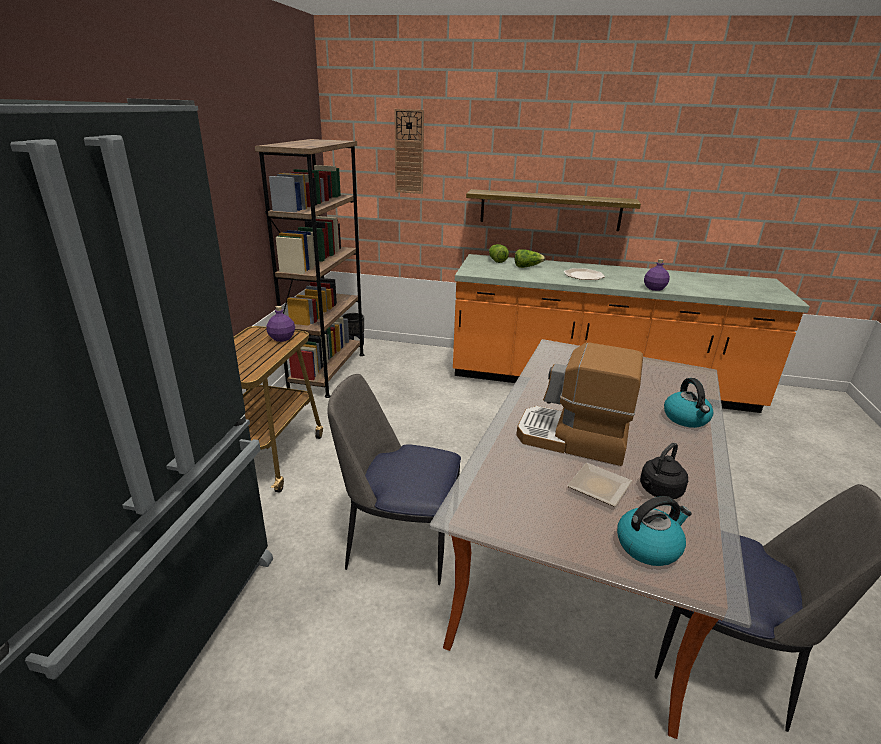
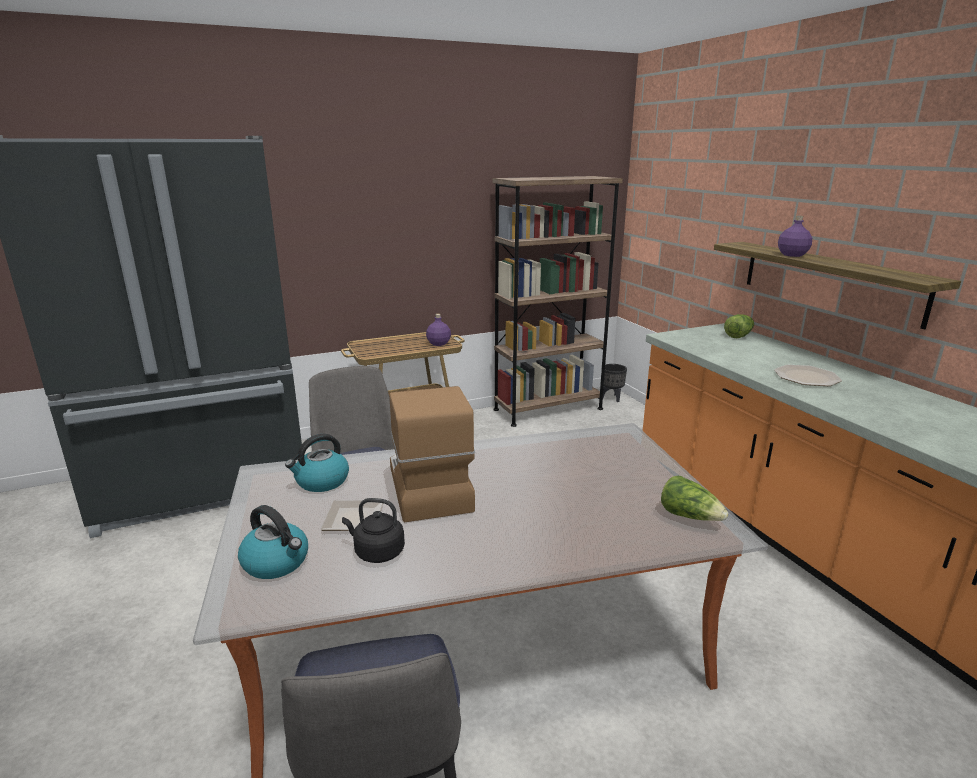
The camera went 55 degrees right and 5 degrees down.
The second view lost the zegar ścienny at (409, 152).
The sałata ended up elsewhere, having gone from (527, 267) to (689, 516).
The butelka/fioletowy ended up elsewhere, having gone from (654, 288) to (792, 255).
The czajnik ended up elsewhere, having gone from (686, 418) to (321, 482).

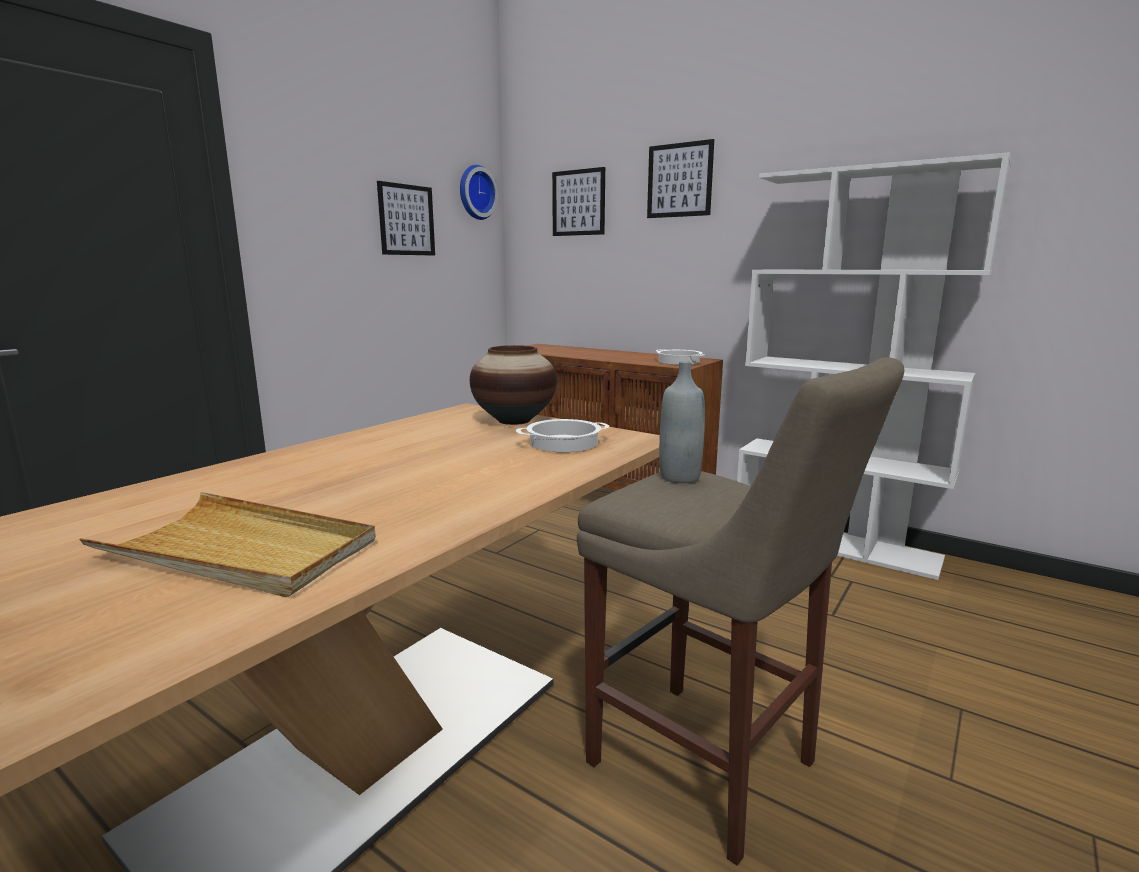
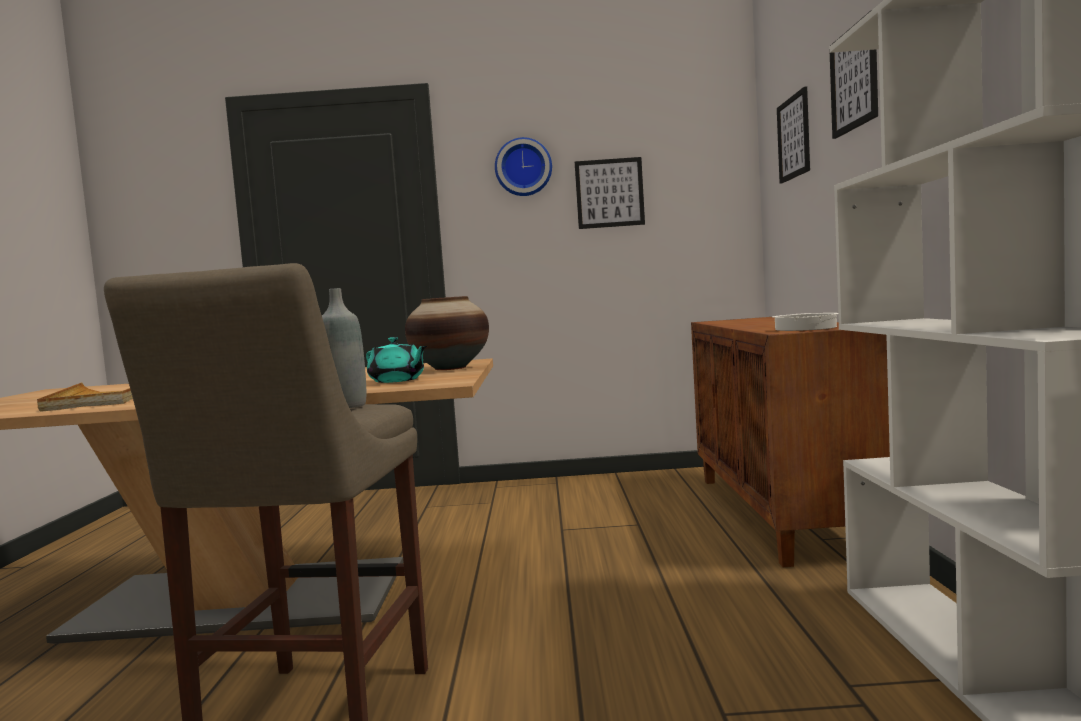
The camera went 55 degrees right and 10 degrees down.
The zegar ścienny ended up elsewhere, having gone from (475, 192) to (523, 167).
Where the garnek stood at (564, 443), the imbryk/turkusowy came to stand at (397, 380).

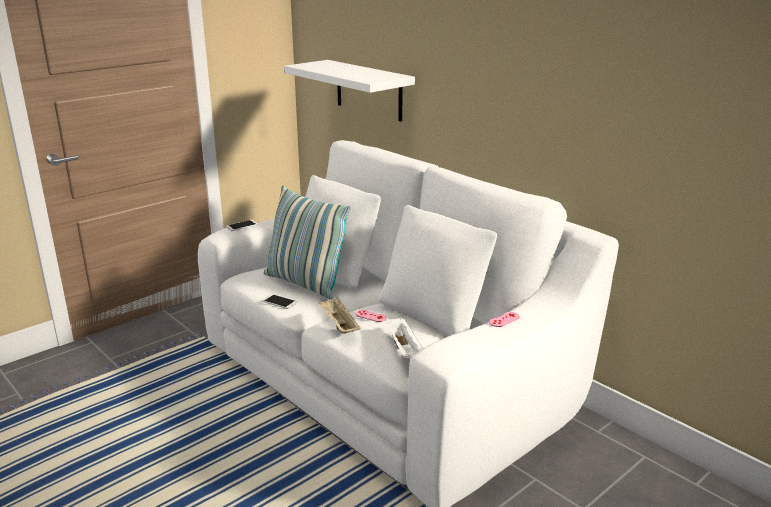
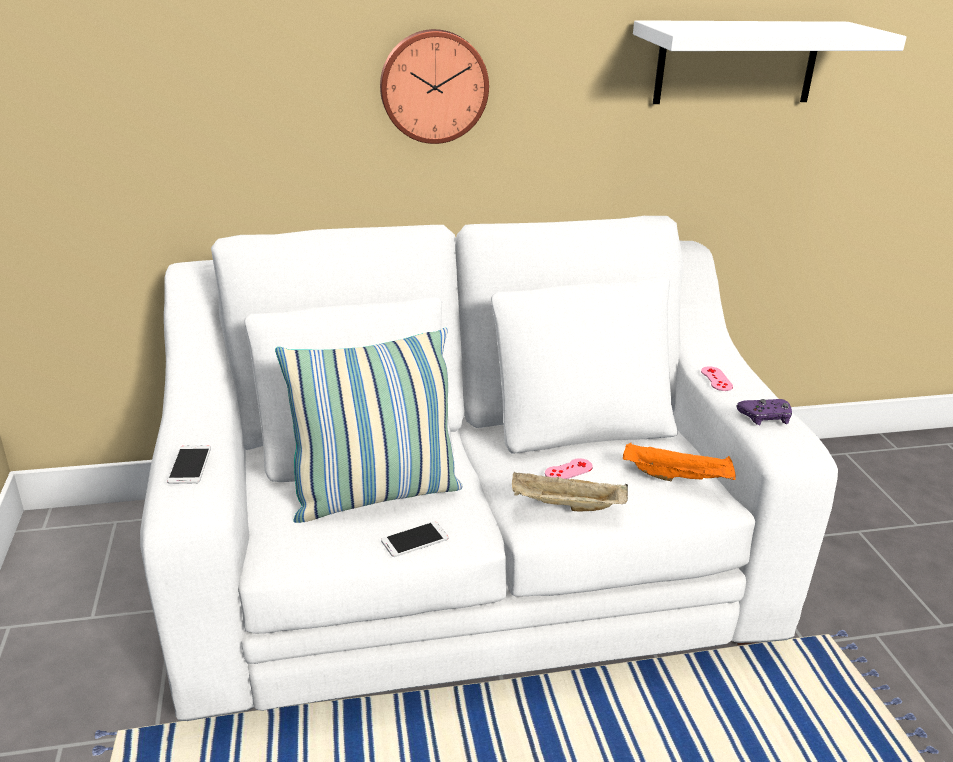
The camera went 60 degrees left and 5 degrees up.
The półka/biały ended up elsewhere, having gone from (369, 90) to (736, 62).
What was the taca/biały at (405, 349) turned into the taca/pomarańczowy at (678, 477).
The second view gained the zegar ścienny at (433, 86).
The second view gained the pad do gier/fioletowy at (765, 417).

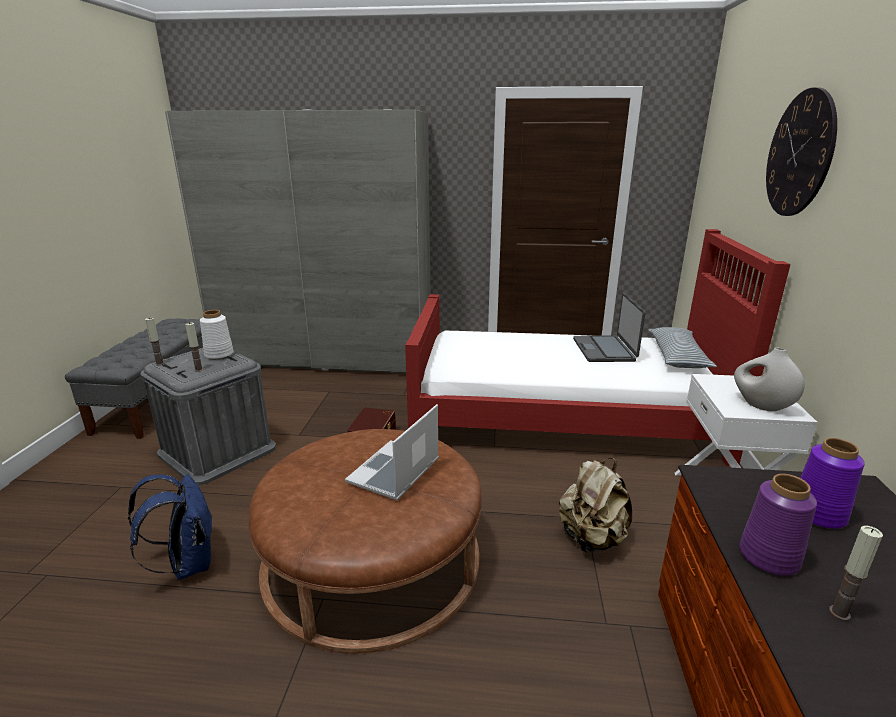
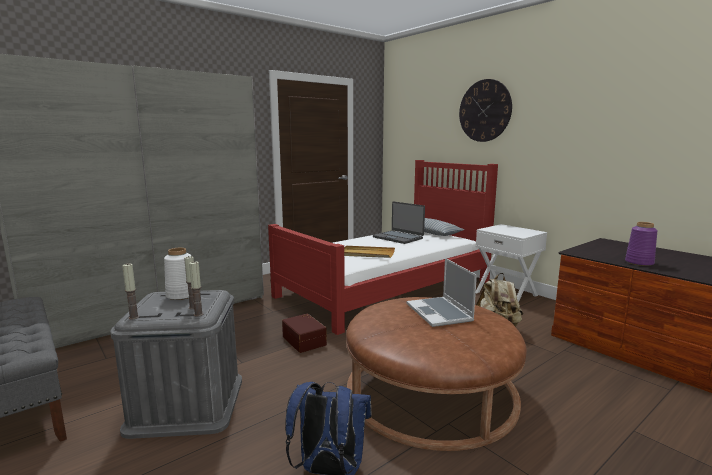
The camera went 45 degrees left and 10 degrees down.
The second view lost the wazon/biały at (761, 406).
The second view lost the wazon/fioletowy at (818, 514).
The świeca ended up elsewhere, having gone from (839, 613) to (198, 314).
The second view gained the taca/beżowy at (366, 254).

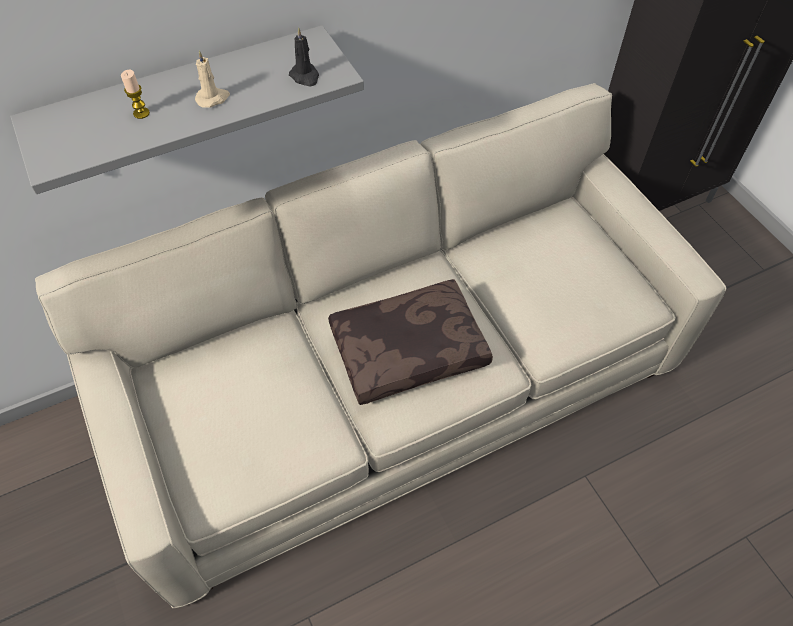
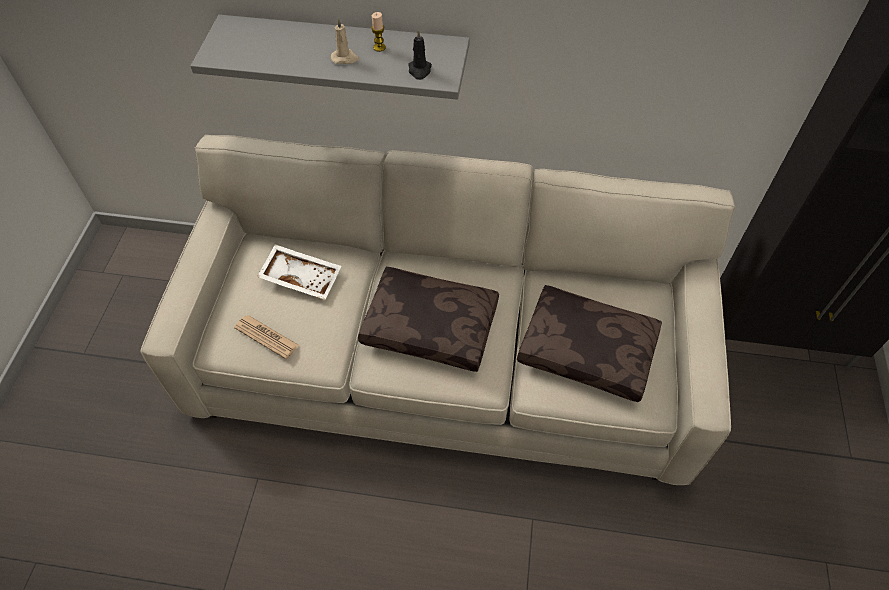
The camera went 35 degrees right and 0 degrees up.
The świeca ended up elsewhere, having gone from (141, 113) to (379, 47).
The second view gained the taca/biały at (302, 276).
The second view gained the poduszka/brązowy at (588, 349).
The second view gained the gazeta at (266, 337).

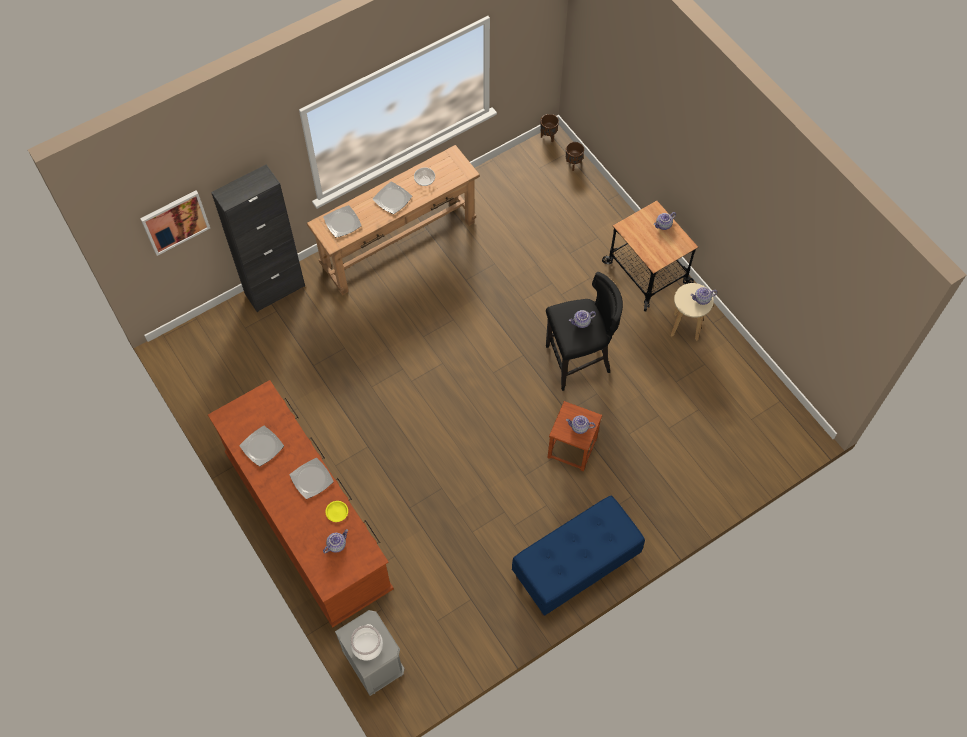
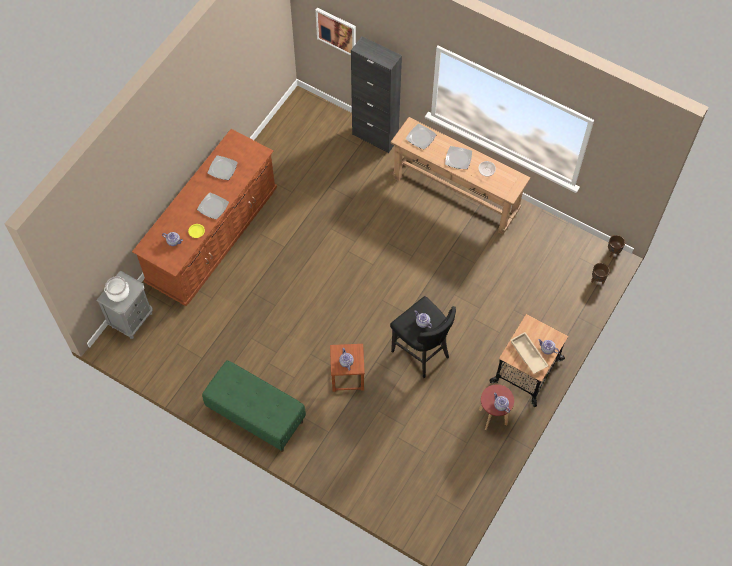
The camera went 65 degrees right and 0 degrees up.
What was the stołek/beżowy at (686, 327) turned into the stołek/czerwony at (493, 417).
What was the ławka/niebieski at (575, 567) turned into the ławka/zielony at (255, 415).
The second view gained the taca/beżowy at (527, 355).

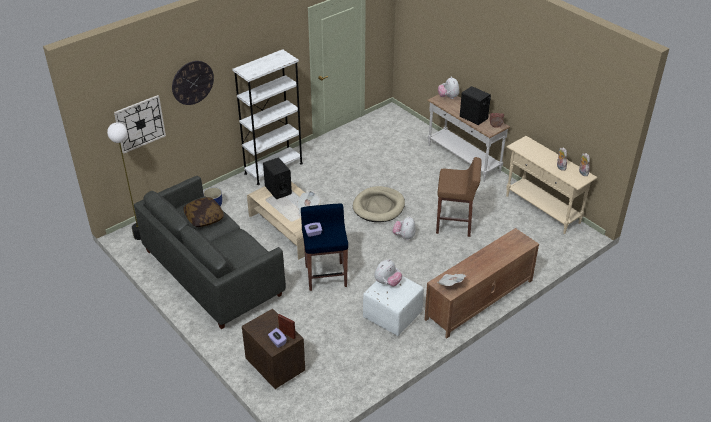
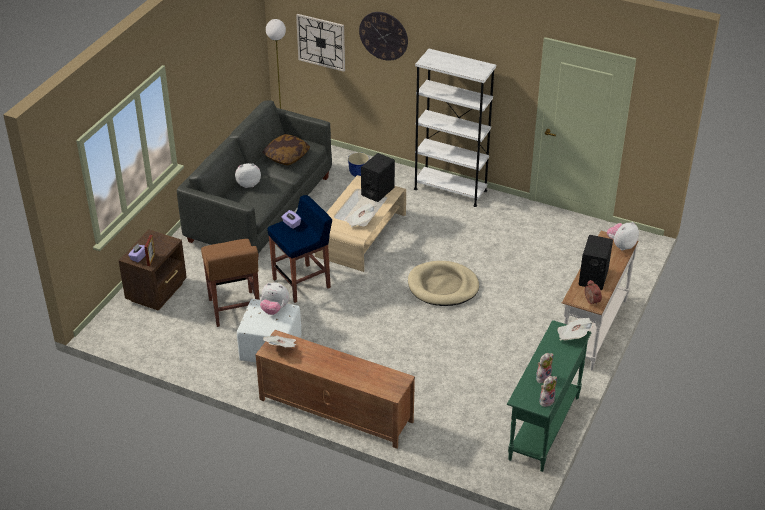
The camera went 65 degrees right and 0 degrees up.
What was the stolik konsolowy/beżowy at (542, 209) turned into the stolik konsolowy/zielony at (543, 428).
The stołek/brązowy ended up elsewhere, having gone from (455, 224) to (234, 309).
The pluszak ended up elsewhere, having gone from (404, 236) to (248, 184).
The second view gained the gazeta at (573, 335).

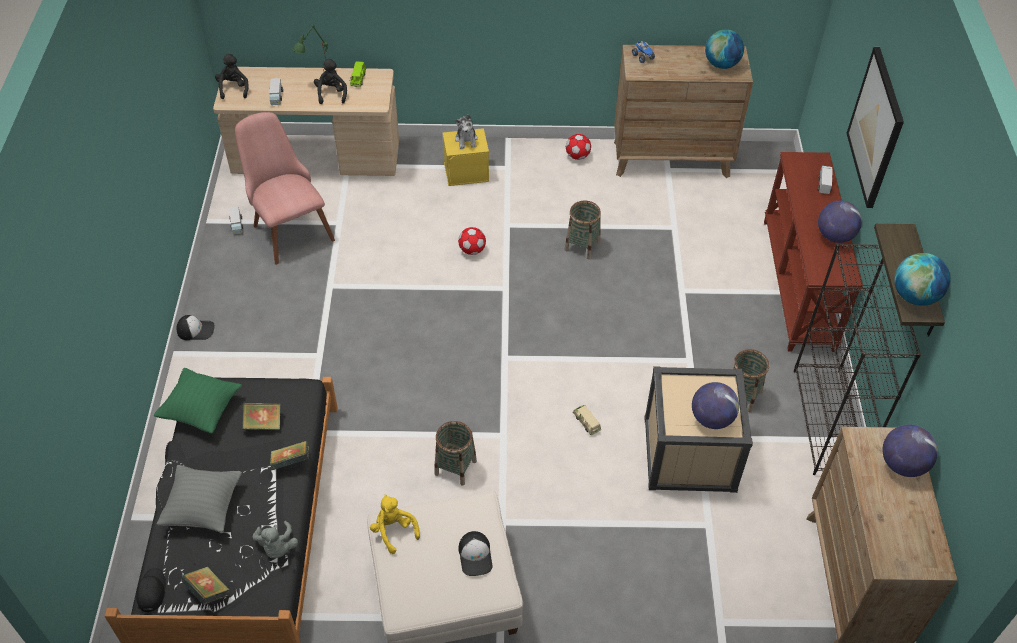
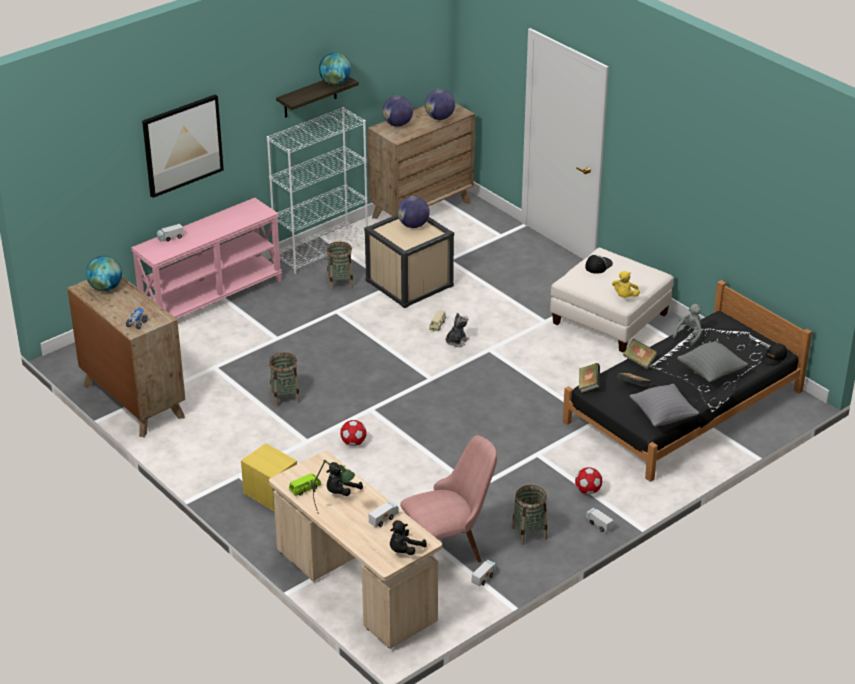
The camera went 130 degrees left and 15 degrees down.
The krzesło/różowy at (288, 226) ended up facing another way, 135 degrees counterclockwise from before.
The pluszak ended up elsewhere, having gone from (466, 140) to (456, 341).
The piłka futbolowa ended up elsewhere, having gone from (577, 156) to (588, 491).
What was the stolik konsolowy/brązowy at (799, 284) turned into the stolik konsolowy/różowy at (211, 298).
The globus ended up elsewhere, having gone from (834, 236) to (439, 118).
What was the regał/czarny at (827, 422) turned into the regał/biały at (321, 250).
Where the czapka z daszkiem stood at (196, 330), the ciężarówka zabawkowa came to stand at (598, 524).
What was the poduszka/zielony at (201, 410) turned into the poduszka/szary at (663, 416).
The koszyk ended up elsewhere, having gone from (455, 467) to (529, 533).
The książka ended up elsewhere, having gone from (208, 591) to (588, 385).

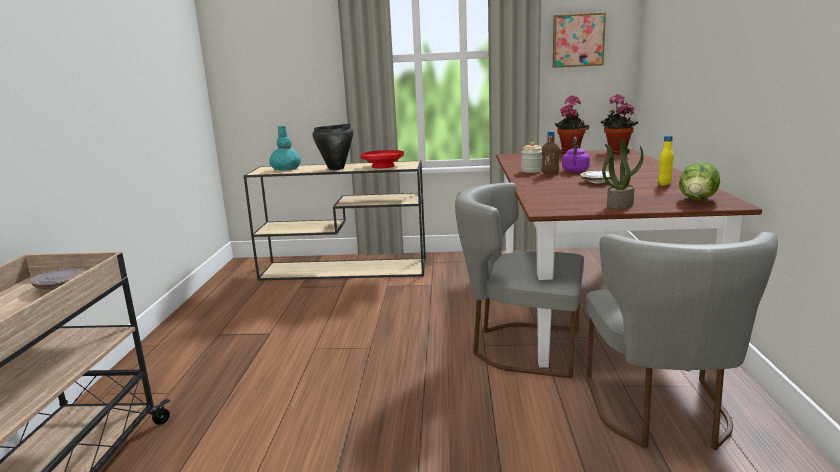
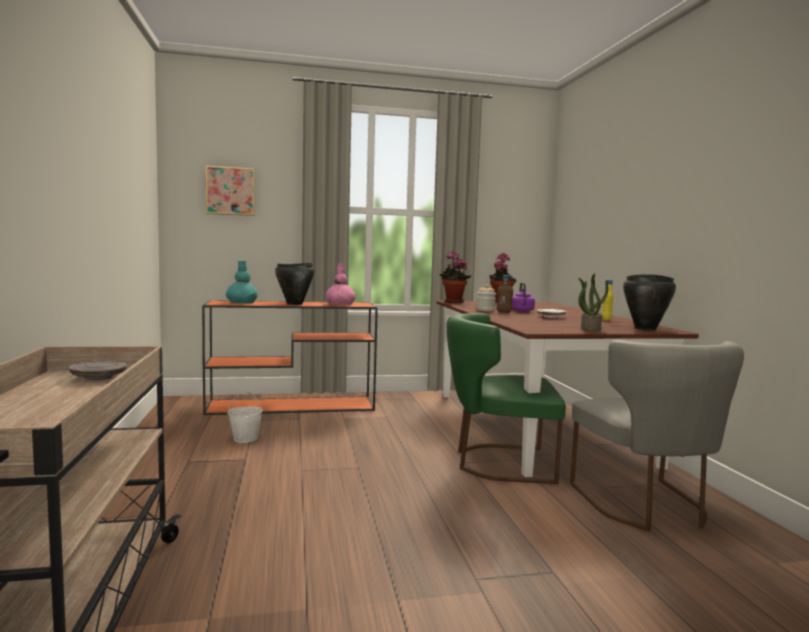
The camera went 15 degrees left and 10 degrees down.
The obraz ended up elsewhere, having gone from (578, 40) to (230, 191).
The roślina doniczkowa ended up elsewhere, having gone from (616, 152) to (452, 302).
Where the miska/czerwony stood at (383, 166), the wazon/różowy came to stand at (340, 304).
What was the stolik konsolowy/beżowy at (346, 269) turned into the stolik konsolowy/pomarańczowy at (293, 405).
Where the sałata stood at (697, 200), the garnek/czarny came to stand at (646, 328).
What was the krzesło/szary at (520, 347) turned into the krzesło/zielony at (498, 462).
The second view gained the wiadro/biały at (245, 439).

